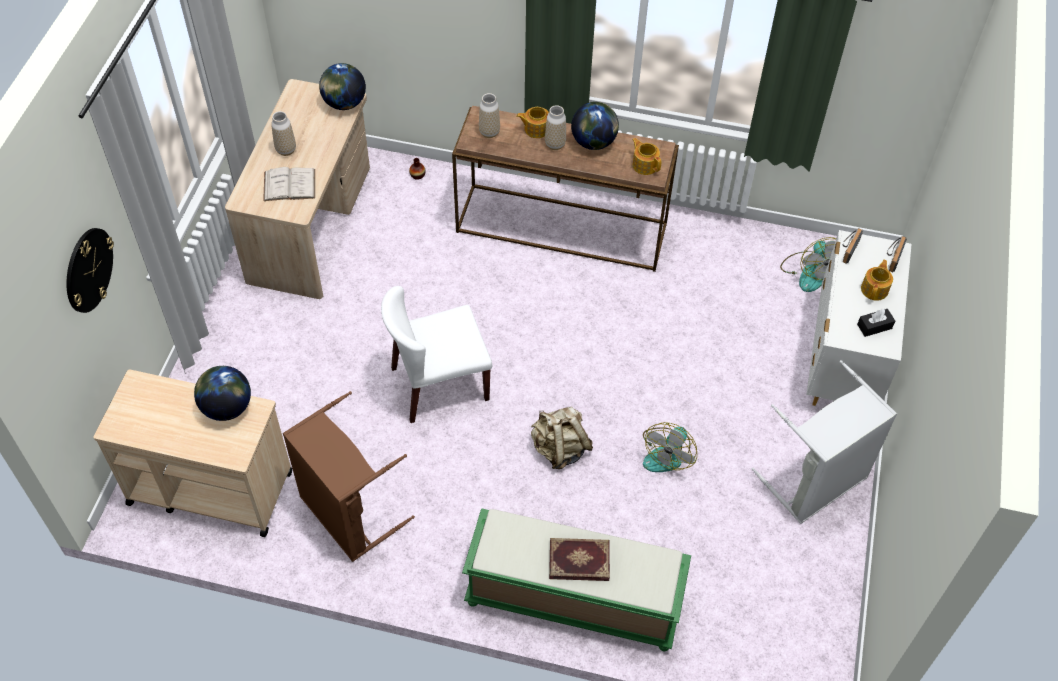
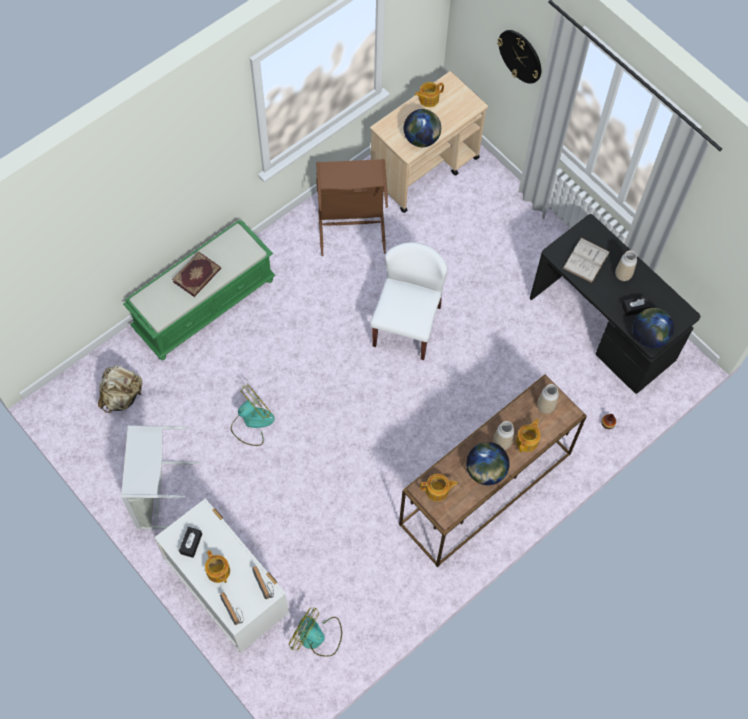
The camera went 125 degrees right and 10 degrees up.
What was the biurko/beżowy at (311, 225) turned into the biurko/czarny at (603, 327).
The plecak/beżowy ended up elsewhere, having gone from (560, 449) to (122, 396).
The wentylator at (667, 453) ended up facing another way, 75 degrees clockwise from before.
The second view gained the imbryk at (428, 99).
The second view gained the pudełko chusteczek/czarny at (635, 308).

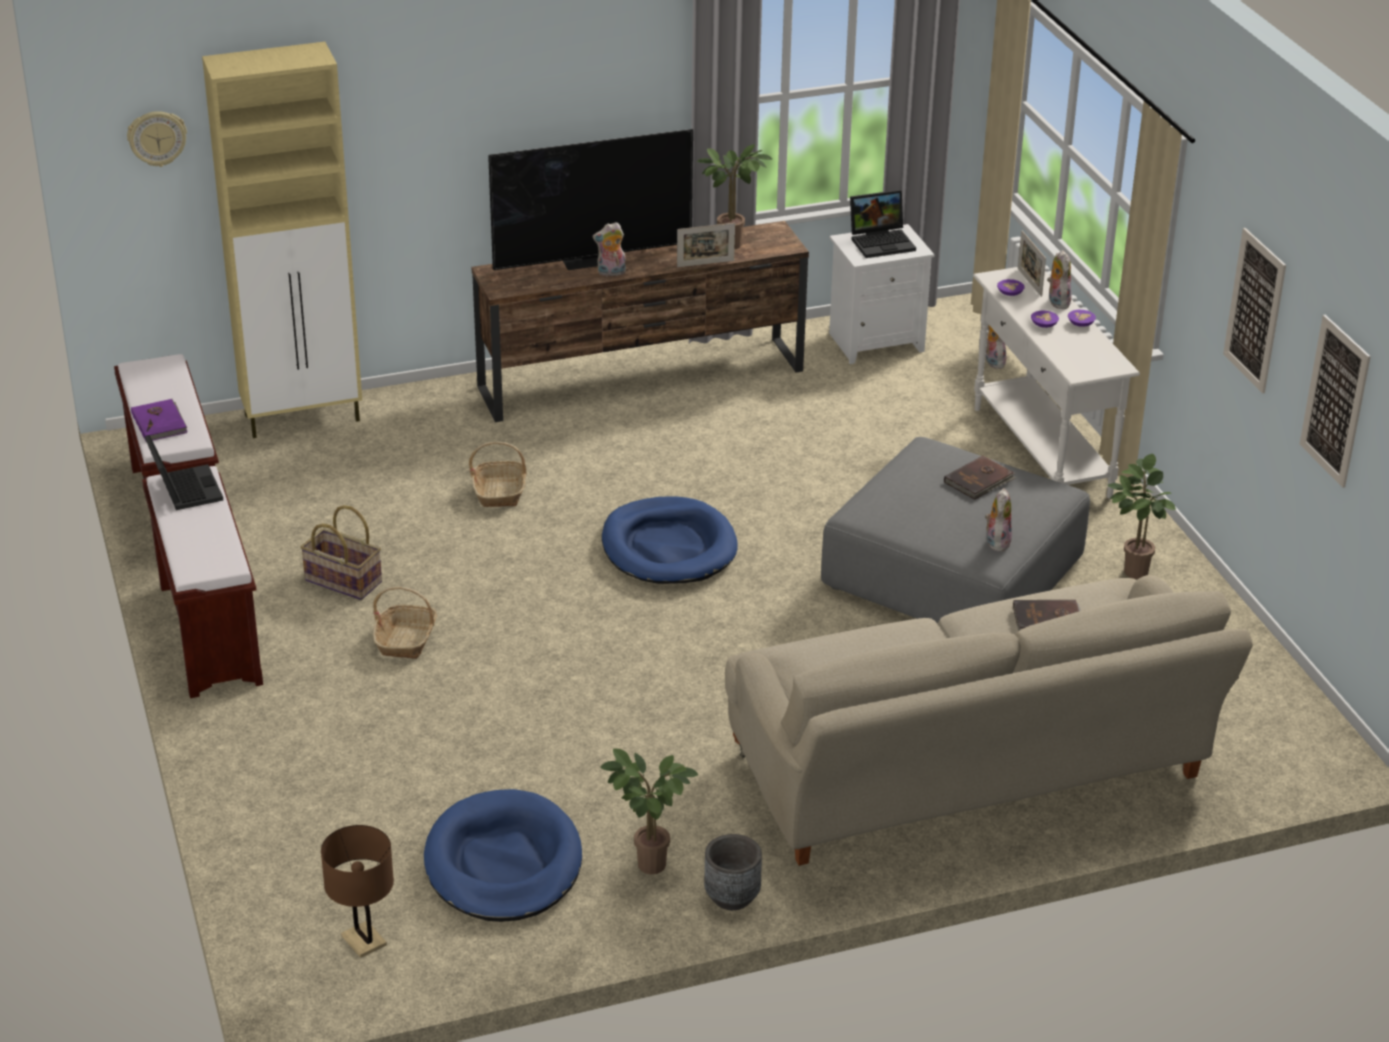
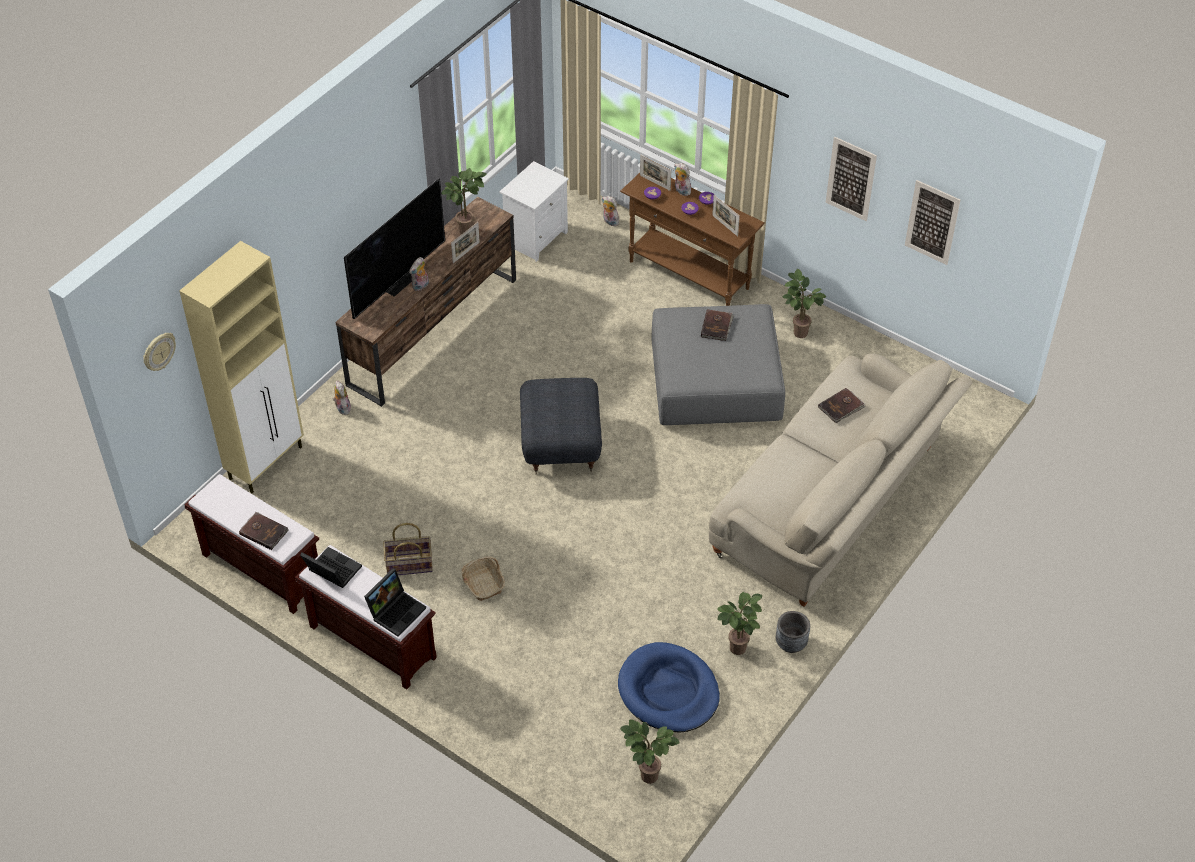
The camera went 35 degrees left and 15 degrees up.
The laptop ended up elsewhere, having gone from (882, 242) to (396, 610).
What was the stolik konsolowy/biały at (1041, 453) turned into the stolik konsolowy/brązowy at (689, 275).
What was the książka/fioletowy at (160, 422) turned into the książka/brązowy at (264, 531).
The second view lost the koszyk at (500, 492).
The pluszak ended up elsewhere, having gone from (996, 541) to (342, 408).
Where the legowisko/niebieski stood at (668, 547), the pufa/szary came to stand at (560, 443).
Where the lampa stołowa/brązowy stood at (363, 940), the roślina doniczkowa came to stand at (646, 777).
The second view gained the ramka na zdjęcie at (725, 225).

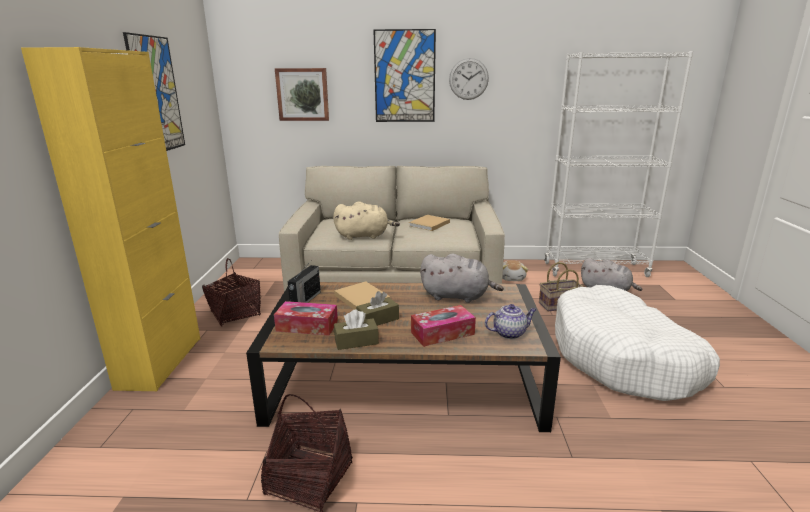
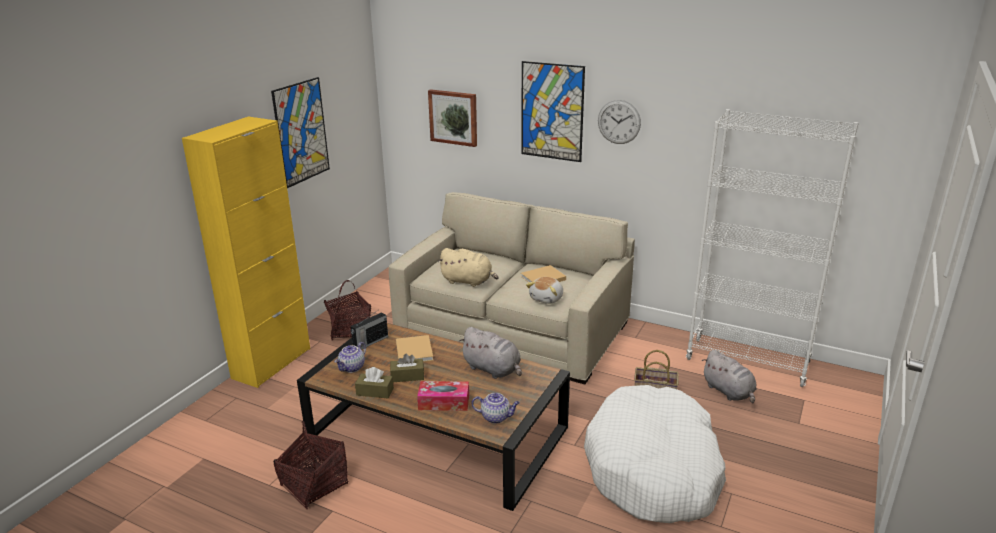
The camera went 25 degrees right and 5 degrees up.
The pluszak ended up elsewhere, having gone from (512, 278) to (547, 298).
Where the pudełko chusteczek stood at (307, 326), the imbryk came to stand at (352, 368).

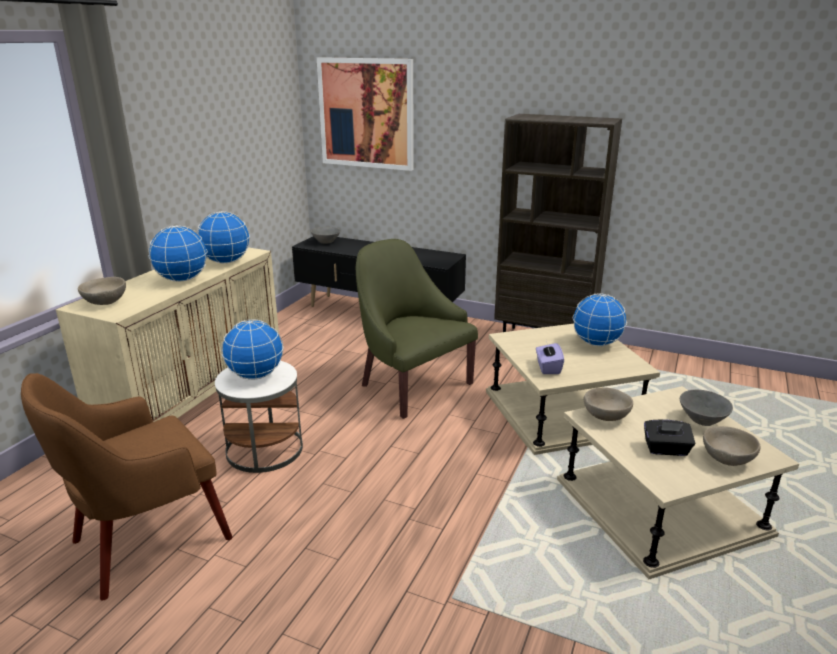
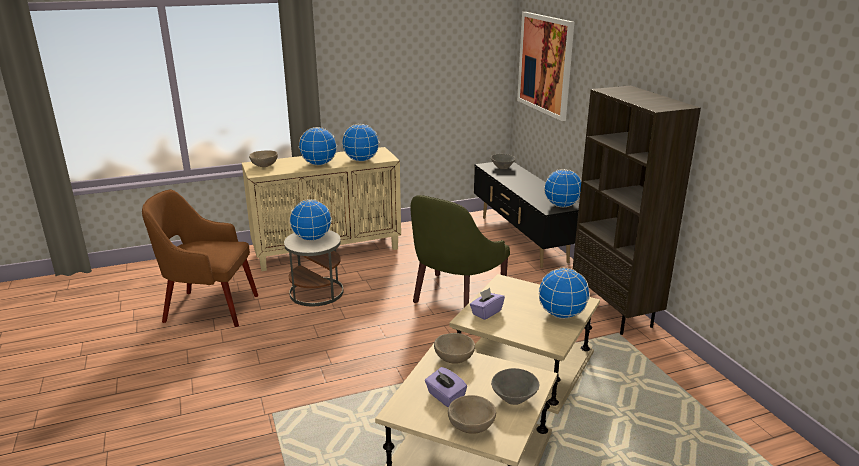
The camera went 45 degrees right and 0 degrees up.
The fotel/zielony at (411, 385) ended up facing another way, 150 degrees counterclockwise from before.
What was the pudełko chusteczek/czarny at (666, 449) turned into the pudełko chusteczek/fioletowy at (445, 397).
The second view gained the globus at (561, 205).

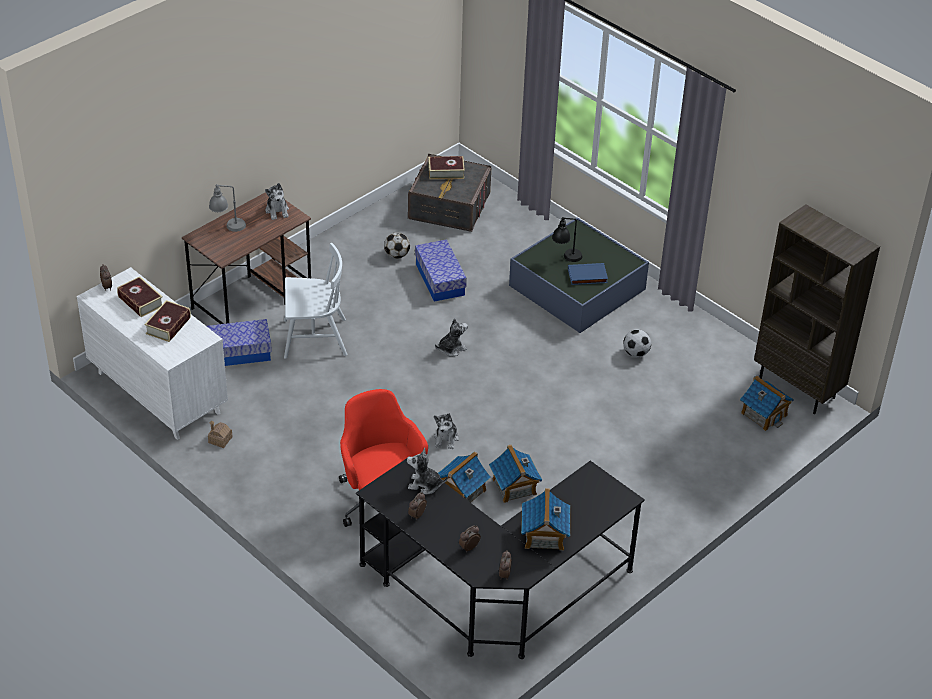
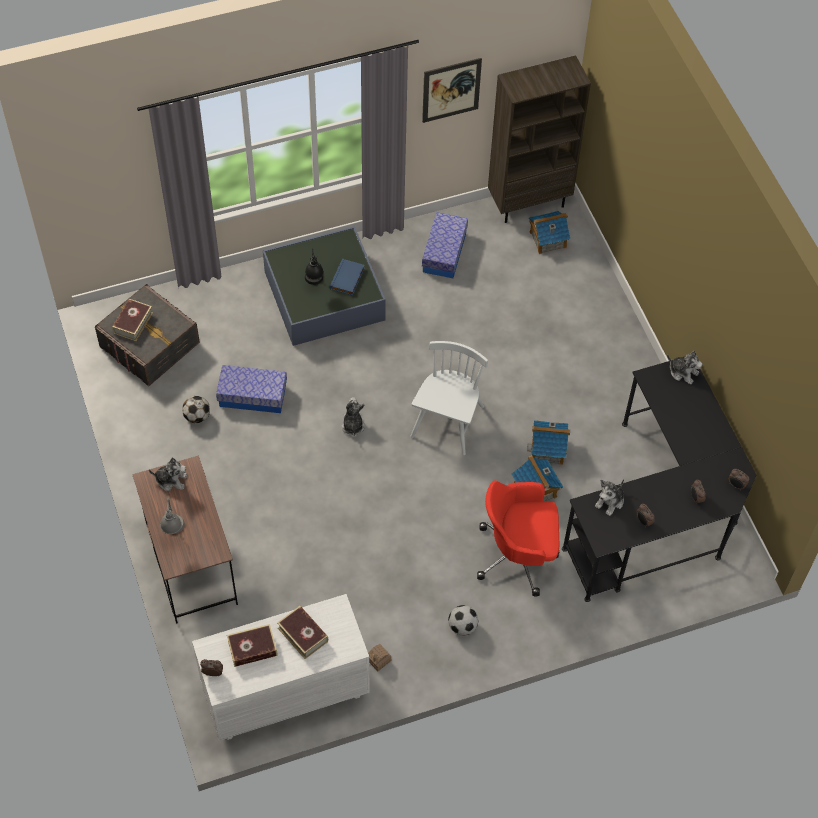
The camera went 65 degrees left and 15 degrees up.
The krzesło/biały ended up elsewhere, having gone from (314, 338) to (447, 422).
The pojemnik do przechowywania ended up elsewhere, having gone from (237, 352) to (444, 252).
The piłka futbolowa ended up elsewhere, having gone from (636, 353) to (462, 626).
The pluszak ended up elsewhere, having gone from (446, 438) to (683, 372).
The second view lost the domek at (544, 535).
The second view gained the obraz at (451, 90).

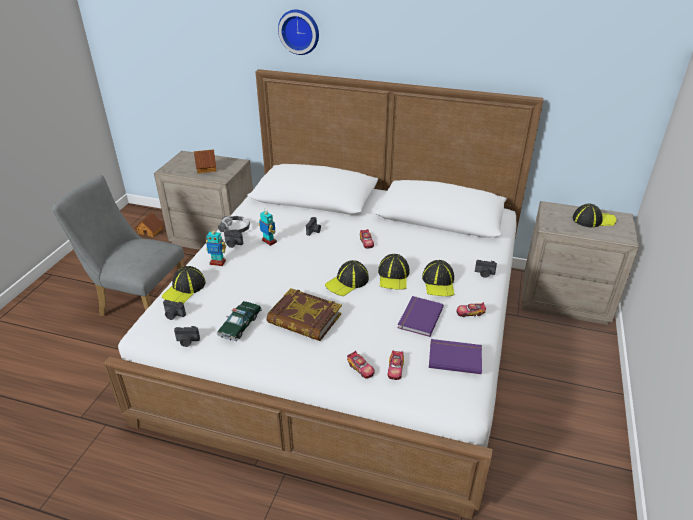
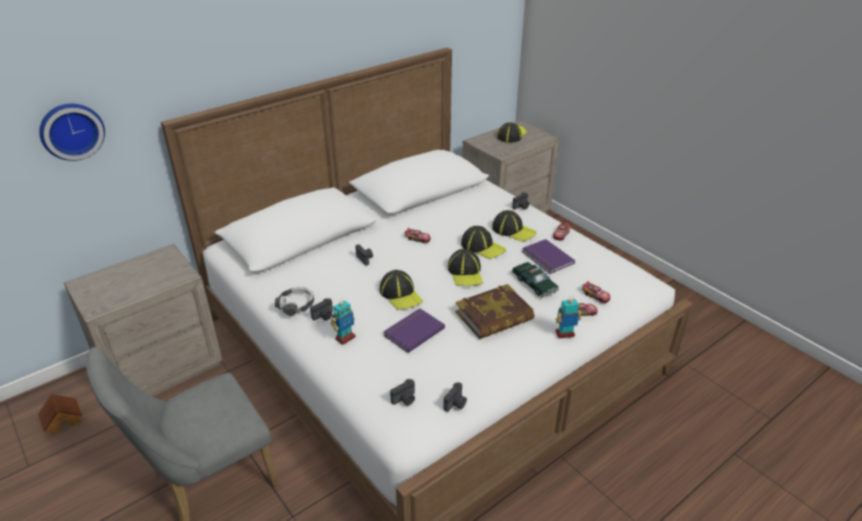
The camera went 55 degrees left and 0 degrees up.
The zegar ścienny ended up elsewhere, having gone from (299, 31) to (71, 130).
The second view lost the domek at (206, 168).
The robot zabawkowy ended up elsewhere, having gone from (269, 241) to (565, 334).
The czapka z daszkiem ended up elsewhere, having gone from (184, 289) to (400, 294).
The samochodzik ended up elsewhere, having gone from (240, 325) to (534, 284).
The książka/fioletowy ended up elsewhere, having gone from (454, 357) to (412, 331).

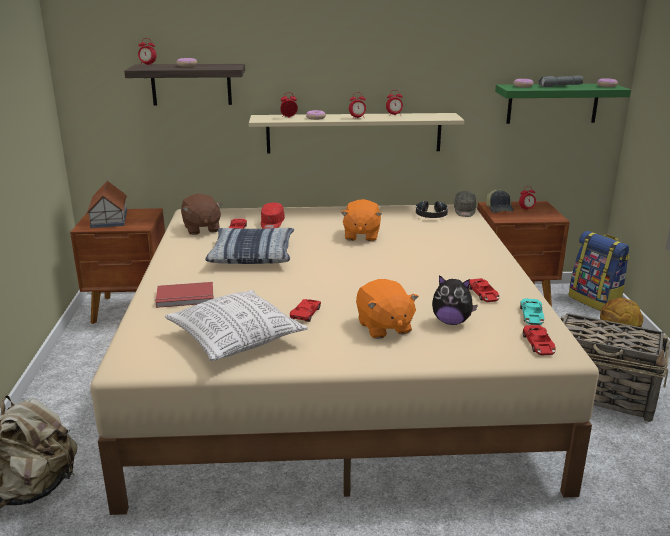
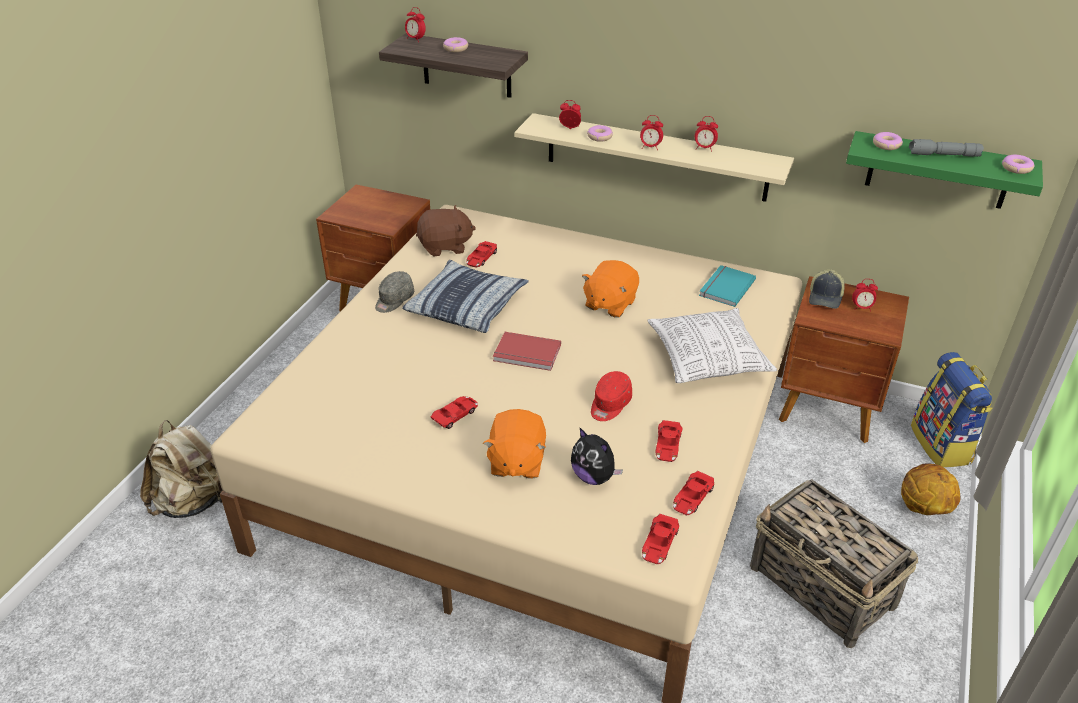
The camera went 25 degrees right and 15 degrees up.
The second view lost the domek at (109, 219).
The czapka z daszkiem/szary ended up elsewhere, having gone from (464, 211) to (394, 300).
The pluszak/brązowy at (201, 229) ended up facing another way, 105 degrees counterclockwise from before.
Where the słuchawki/czarny stood at (431, 215), the książka/turkusowy came to stand at (725, 287).
The czapka z daszkiem/czerwony ended up elsewhere, having gone from (272, 223) to (609, 404).
The książka/czerwony ended up elsewhere, having gone from (185, 298) to (527, 354).
The poduszka ended up elsewhere, having gone from (235, 339) to (707, 359).
What was the samochodzik/turkusowy at (532, 316) turned into the samochodzik/czerwony at (692, 497).

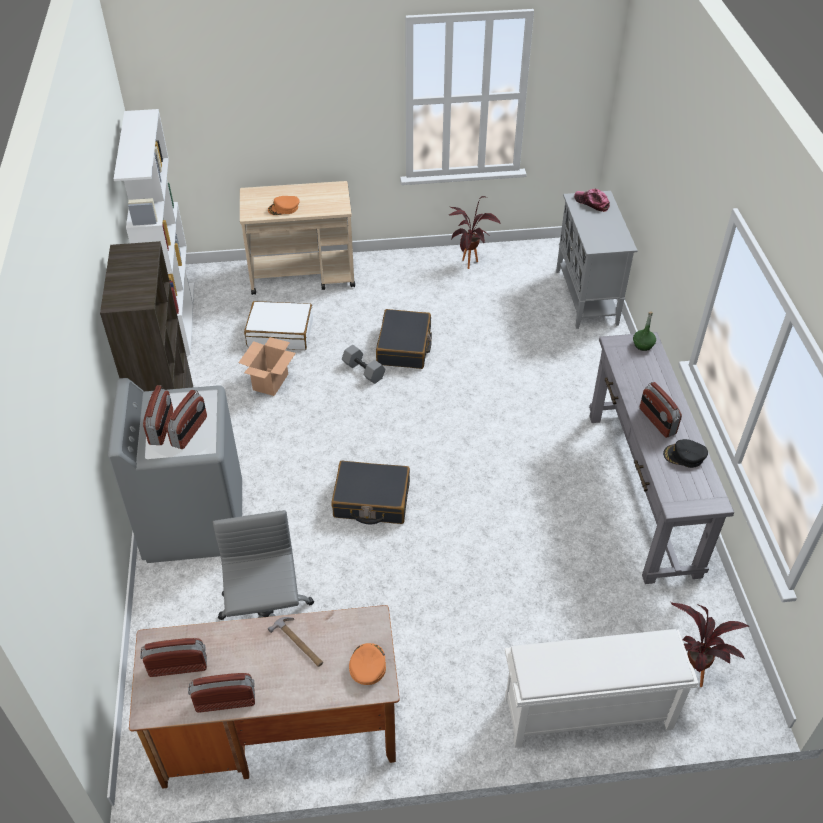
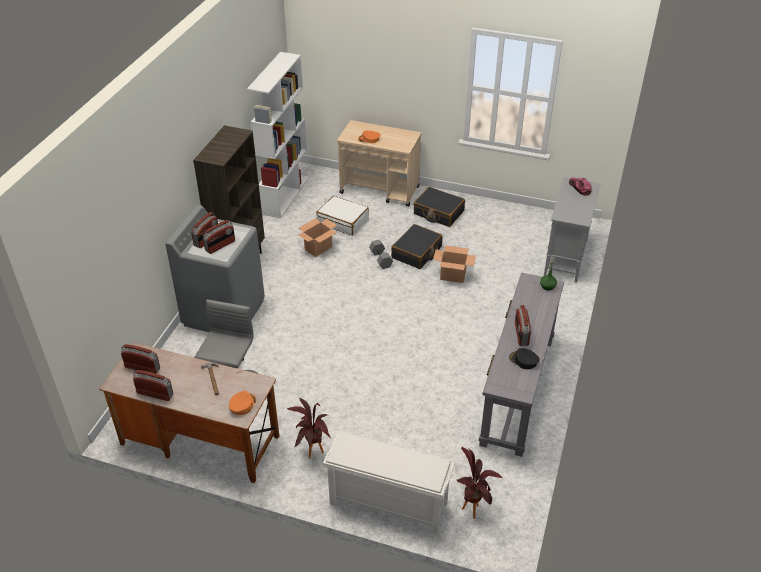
The camera went 25 degrees right and 5 degrees down.
The roślina doniczkowa ended up elsewhere, having gone from (469, 266) to (312, 455).
The walizka/czarny ended up elsewhere, having gone from (371, 500) to (438, 213).
The second view gained the karton at (453, 276).

